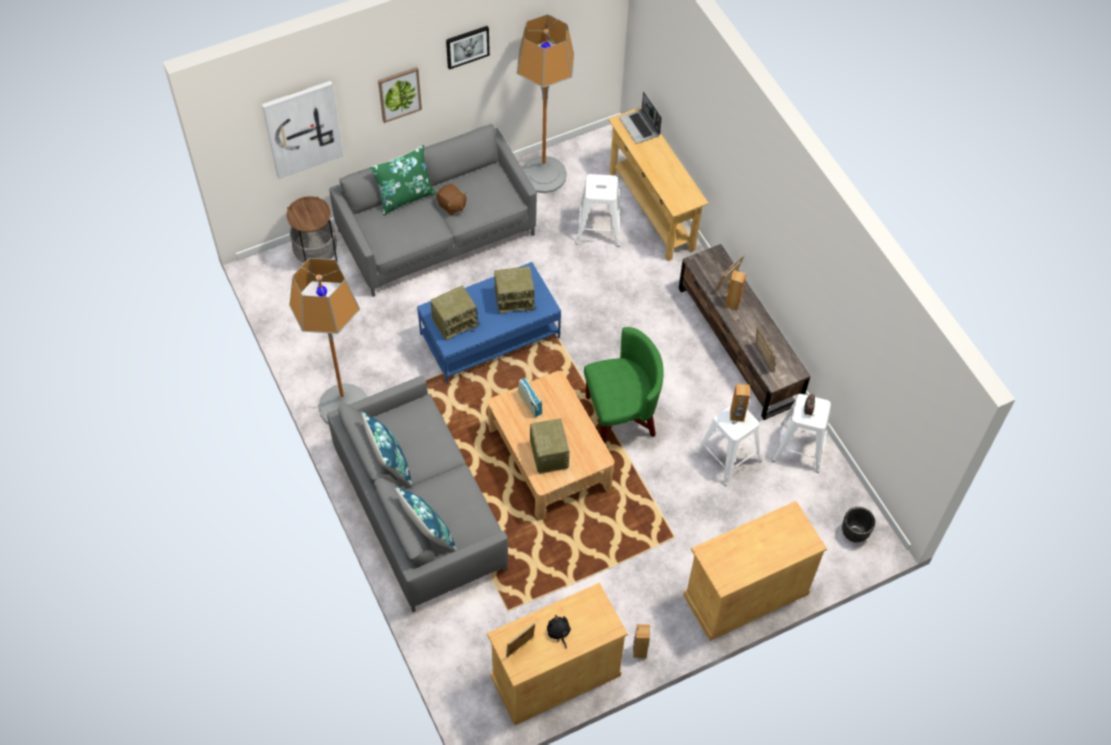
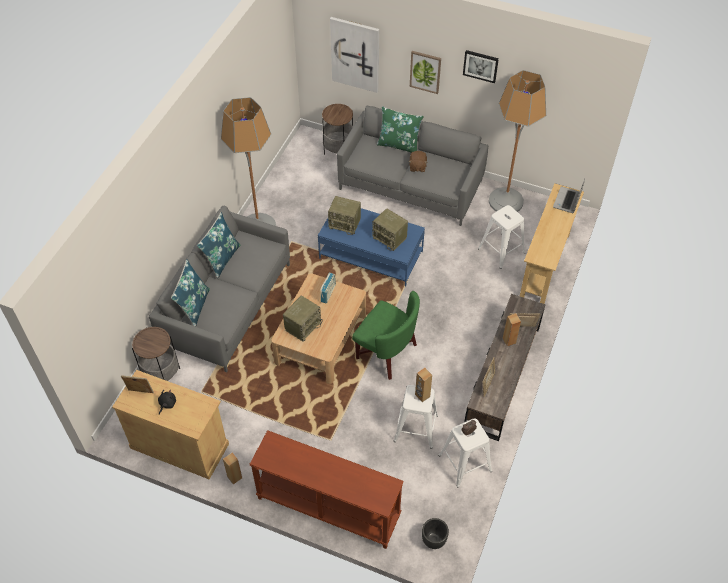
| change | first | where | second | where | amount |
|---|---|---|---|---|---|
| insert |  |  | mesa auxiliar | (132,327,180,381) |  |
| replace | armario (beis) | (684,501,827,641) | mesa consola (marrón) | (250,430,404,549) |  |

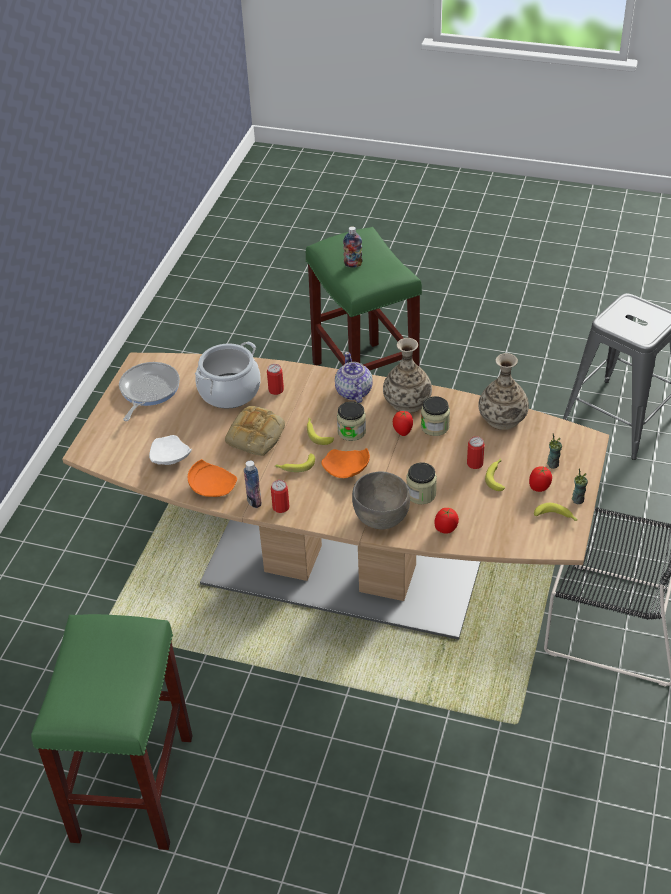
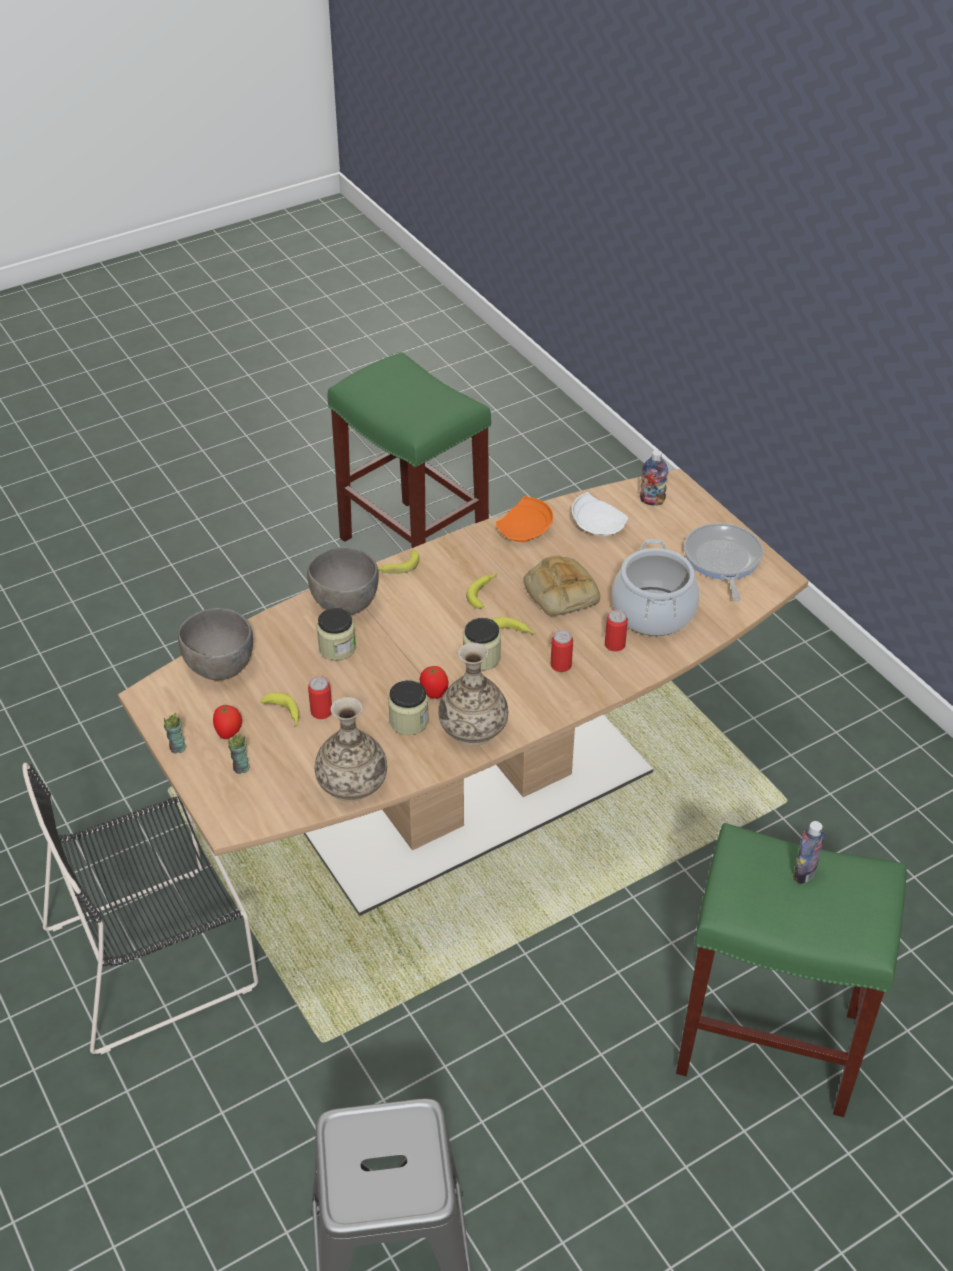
| change | first | where | second | where | amount |
|---|---|---|---|---|---|
| delete | plato (naranja) | (321,448,370,478) |  |  |  |
| delete | tetera | (335,352,373,403) |  |  |  |
| delete | tomate | (434,508,459,534) |  |  |  |
| insert |  |  | cuenco (gris) | (178,608,253,680) |  |
| move | botella | (244,461,262,508) |  | (640,450,668,506) |  |
| move | lata | (271,480,289,513) |  | (551,630,573,672) |  |
| move | plátano | (534,503,578,521) |  | (378,550,419,574) |  |
| rotate | sartén | (119,362,180,421) |  | (684,523,764,601) | 150 degrees counterclockwise |

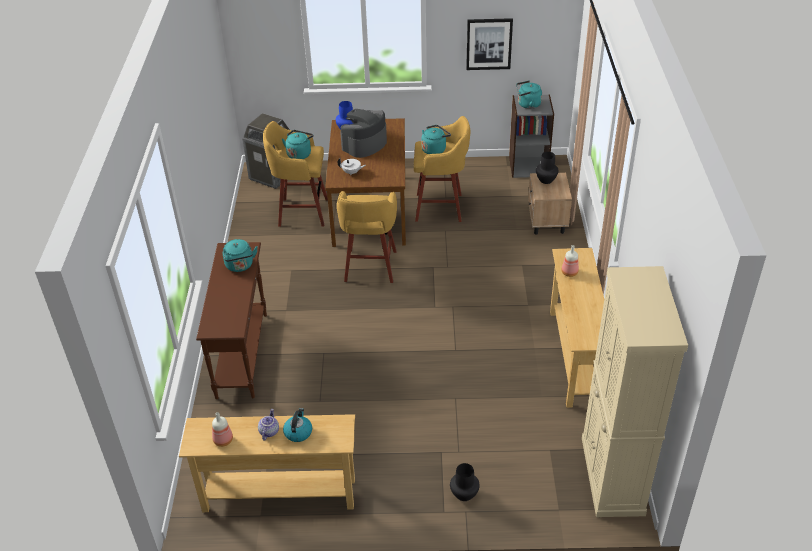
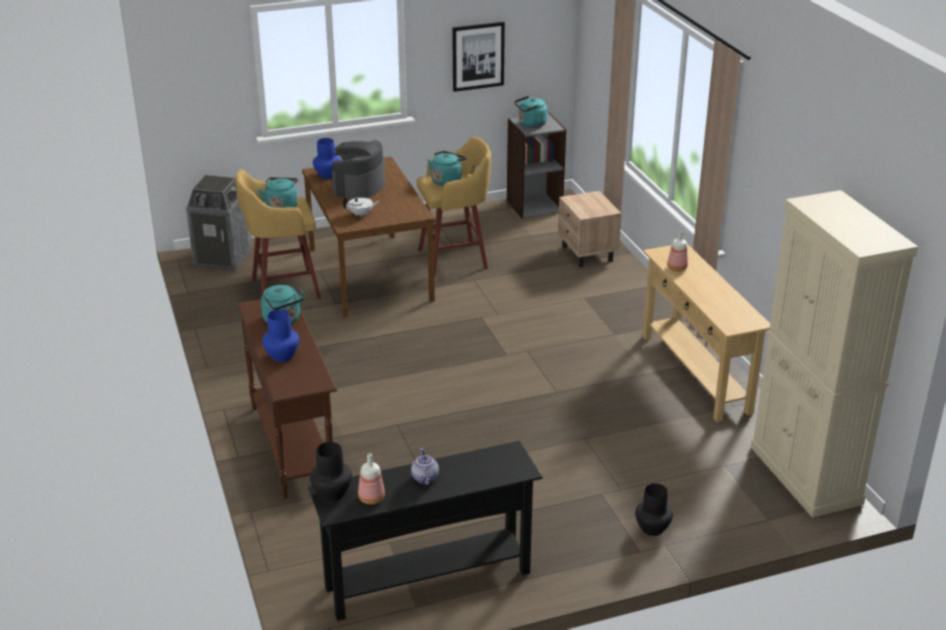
| change | first | where | second | where | amount |
|---|---|---|---|---|---|
| delete | hervidor | (283,408,312,442) |  |  |  |
| delete | taburete (amarillo) | (337,191,397,283) |  |  |  |
| insert |  |  | florero (azul) | (262,309,299,362) |  |
| move | florero (negro) | (536,152,559,184) |  | (310,442,352,501) |  |
| recolor | mesa consola (beis) | (179,414,355,512) | mesa consola (negro) | (308,441,542,621) |  |

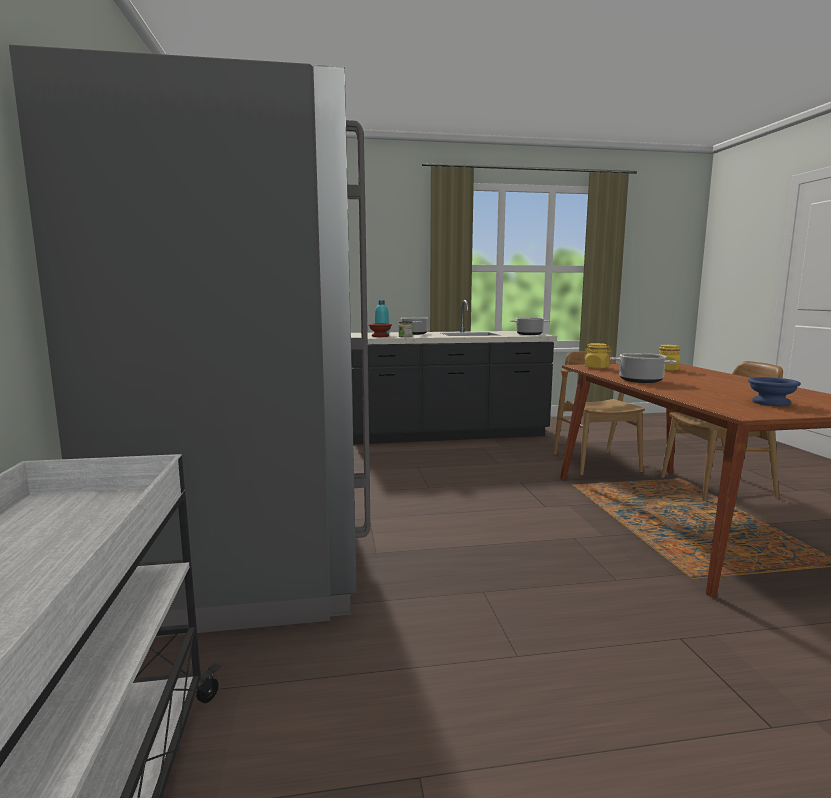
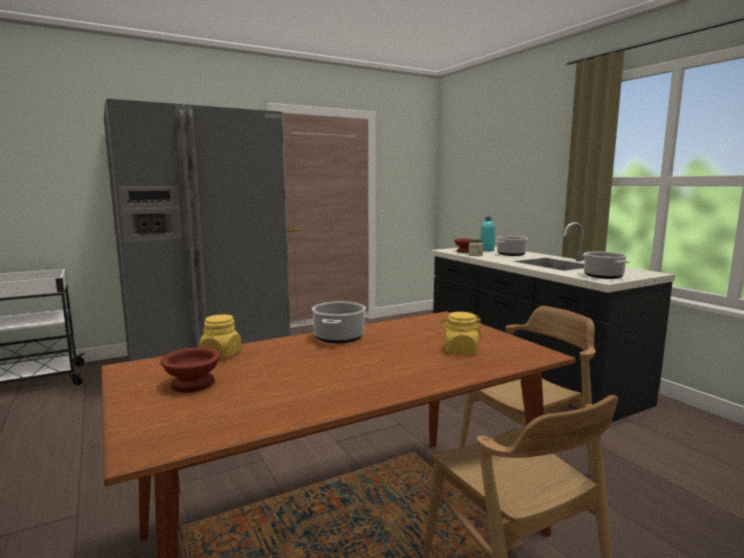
| change | first | where | second | where | amount |
|---|---|---|---|---|---|
| move | tarro (amarillo) | (584,343,612,369) |  | (200,314,242,358) |  |
| recolor | cuenco (azul) | (748,377,801,406) | cuenco (marrón) | (160,347,221,392) |  |

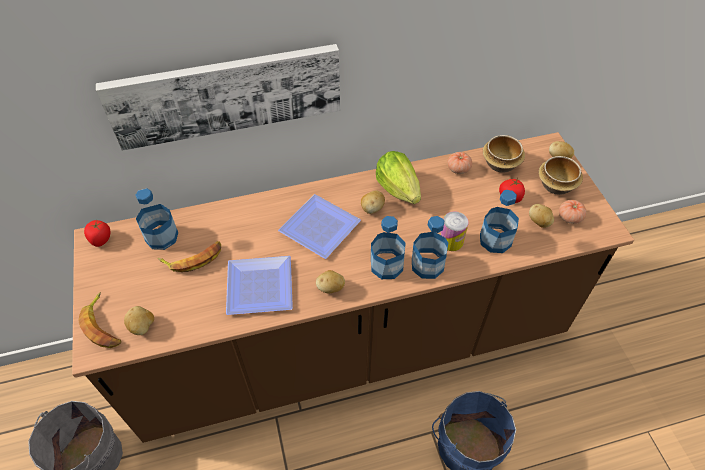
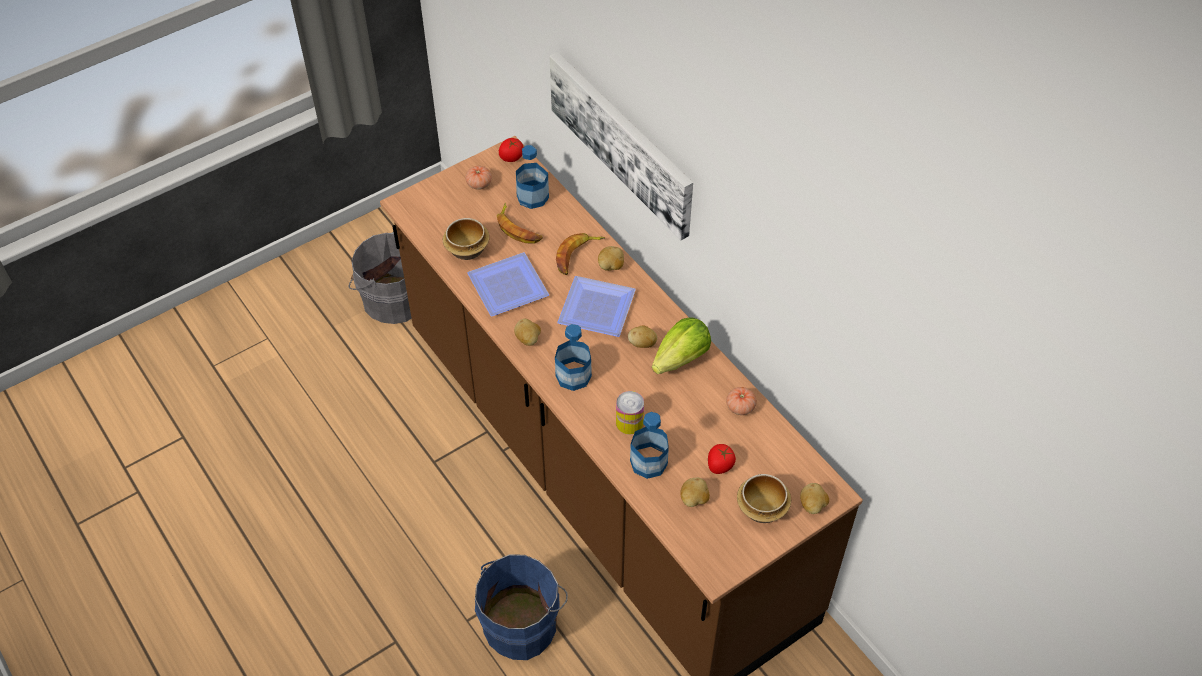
| change | first | where | second | where | amount |
|---|---|---|---|---|---|
| delete | botella | (412,216,448,279) |  |  |  |
| move | plátano | (78,292,121,348) |  | (556,233,605,275) |  |
| move | patata | (124,306,154,335) |  | (598,246,624,271) |  |
| move | cuenco | (483,135,525,173) |  | (443,218,490,260) |  |
| move | tomate | (559,200,587,224) |  | (465,166,492,190) |  |

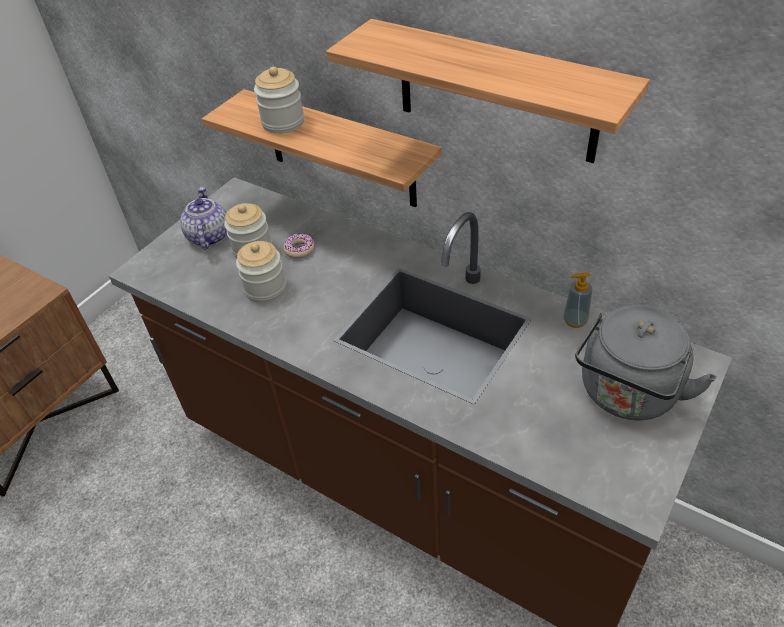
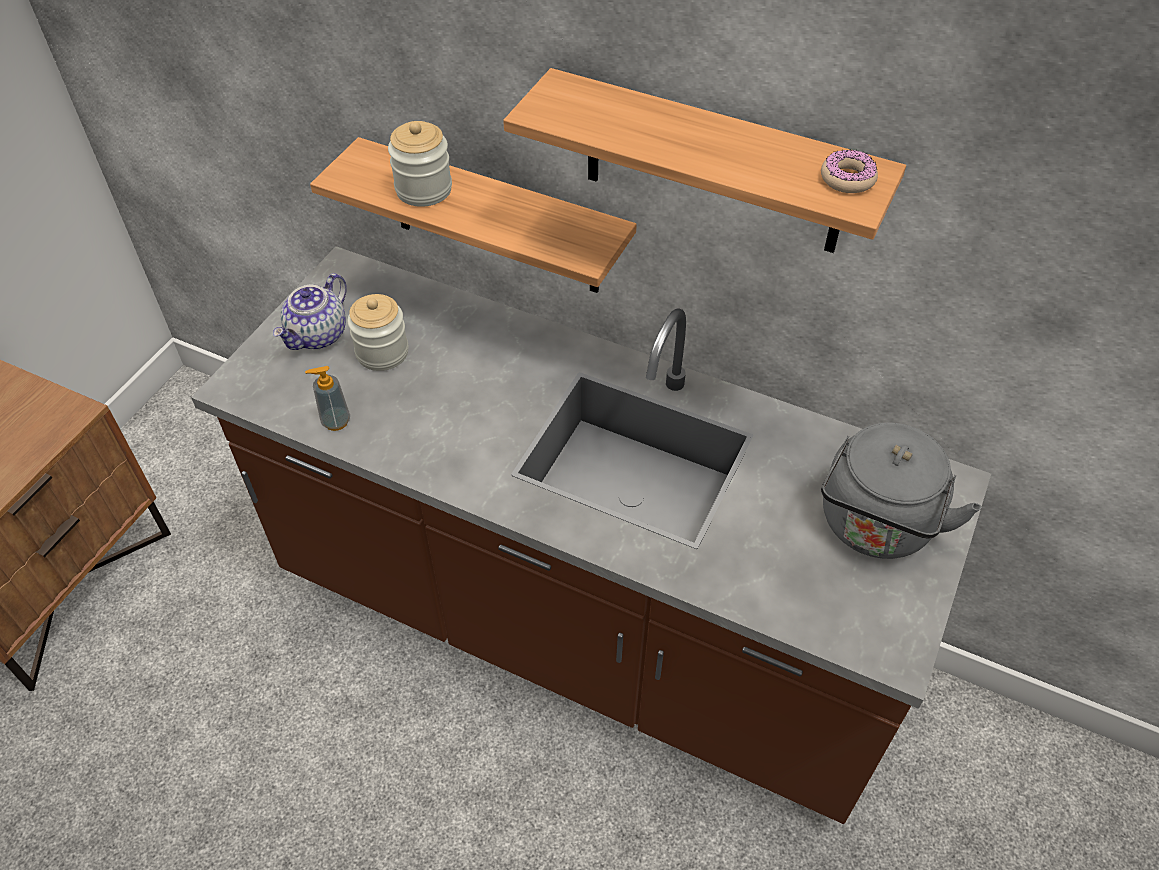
| change | first | where | second | where | amount |
|---|---|---|---|---|---|
| delete | tarro | (236,241,286,303) |  |  |  |
| move | rosquilla | (283,234,315,259) |  | (821,150,878,193) |  |
| move | dispensador de jabón | (563,272,592,328) |  | (305,366,350,431) |  |
| rotate | tetera | (180,187,227,250) |  | (273,273,347,350) | 135 degrees counterclockwise |

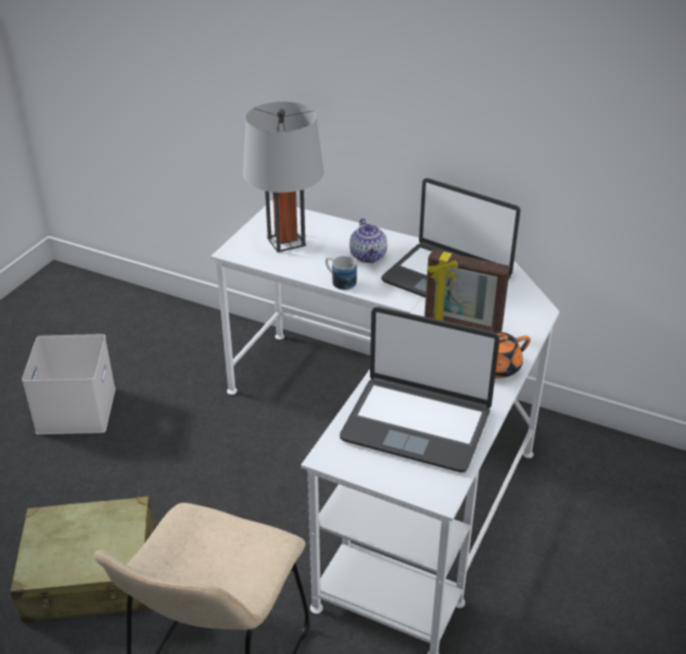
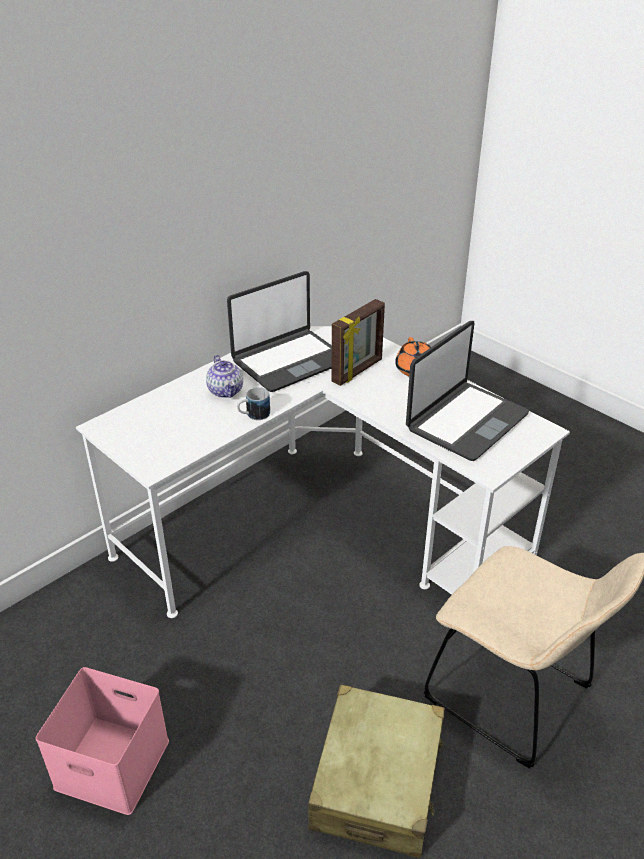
| change | first | where | second | where | amount |
|---|---|---|---|---|---|
| delete | lámpara de mesa (gris) | (243,102,324,253) |  |  |  |
| recolor | caja de almacenaje (blanco) | (22,334,116,435) | caja de almacenaje (rosa) | (36,667,169,815) |  |
| rotate | tetera | (349,218,387,263) |  | (206,355,243,398) | 60 degrees clockwise |

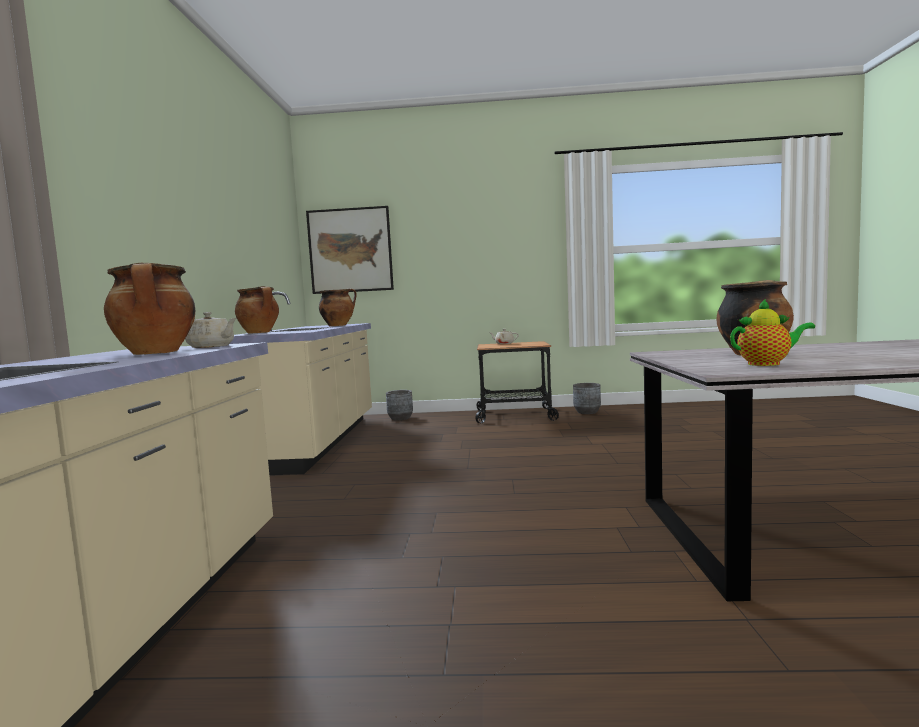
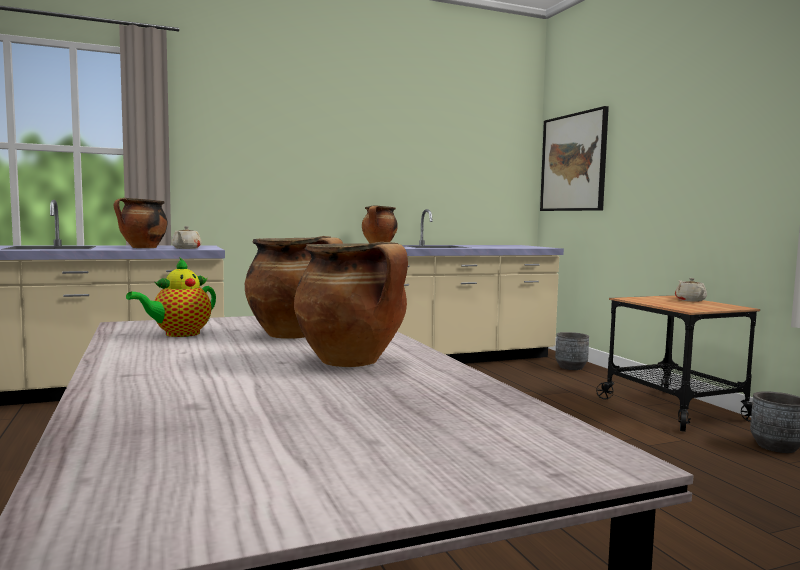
| change | first | where | second | where | amount |
|---|---|---|---|---|---|
| move | olla | (319,288,357,327) |  | (294,242,408,367) |  |
| rotate | tetera | (730,299,815,366) |  | (126,257,216,337) | 60 degrees clockwise |

